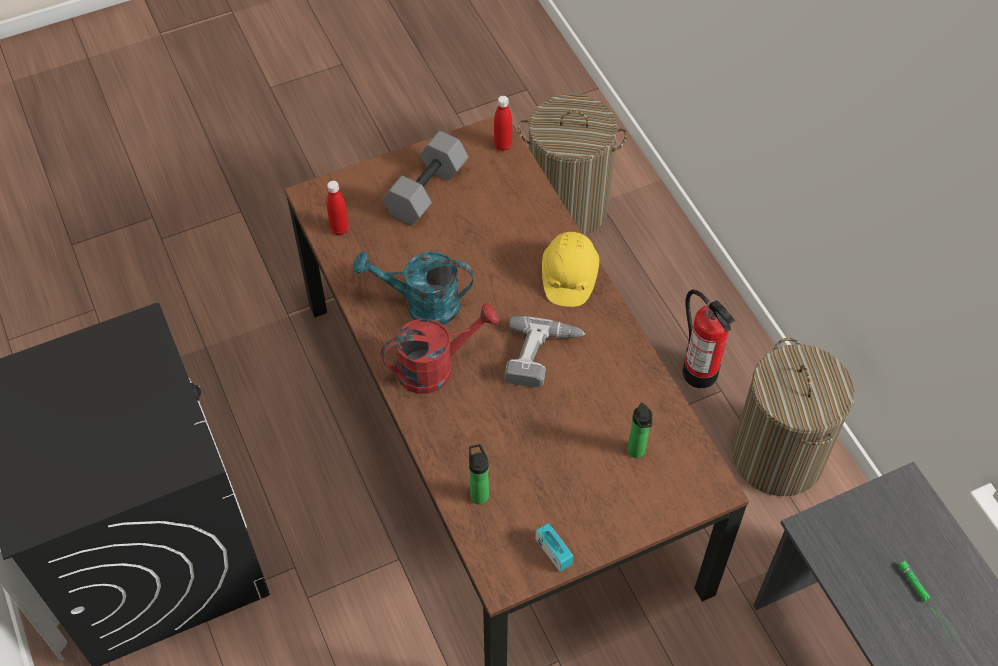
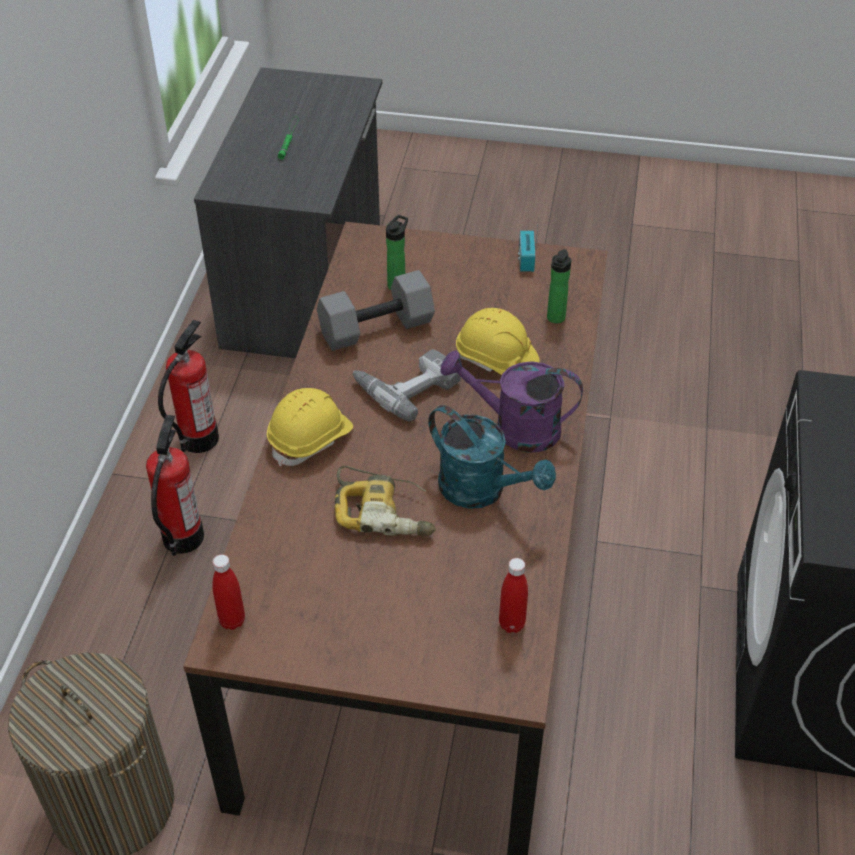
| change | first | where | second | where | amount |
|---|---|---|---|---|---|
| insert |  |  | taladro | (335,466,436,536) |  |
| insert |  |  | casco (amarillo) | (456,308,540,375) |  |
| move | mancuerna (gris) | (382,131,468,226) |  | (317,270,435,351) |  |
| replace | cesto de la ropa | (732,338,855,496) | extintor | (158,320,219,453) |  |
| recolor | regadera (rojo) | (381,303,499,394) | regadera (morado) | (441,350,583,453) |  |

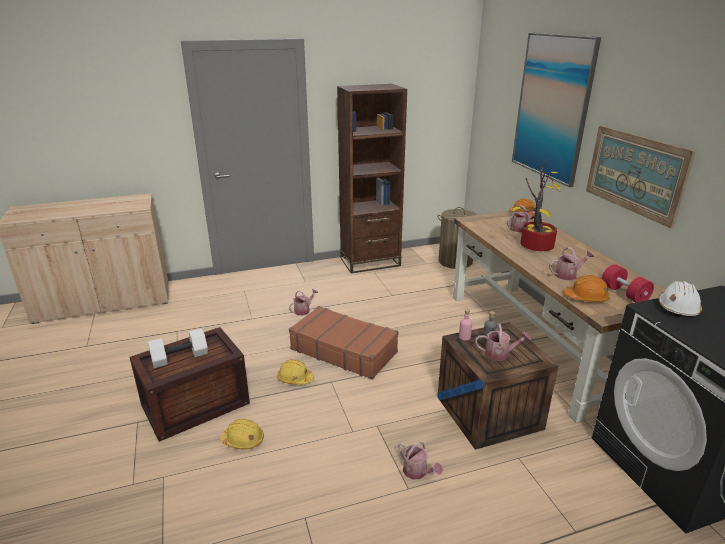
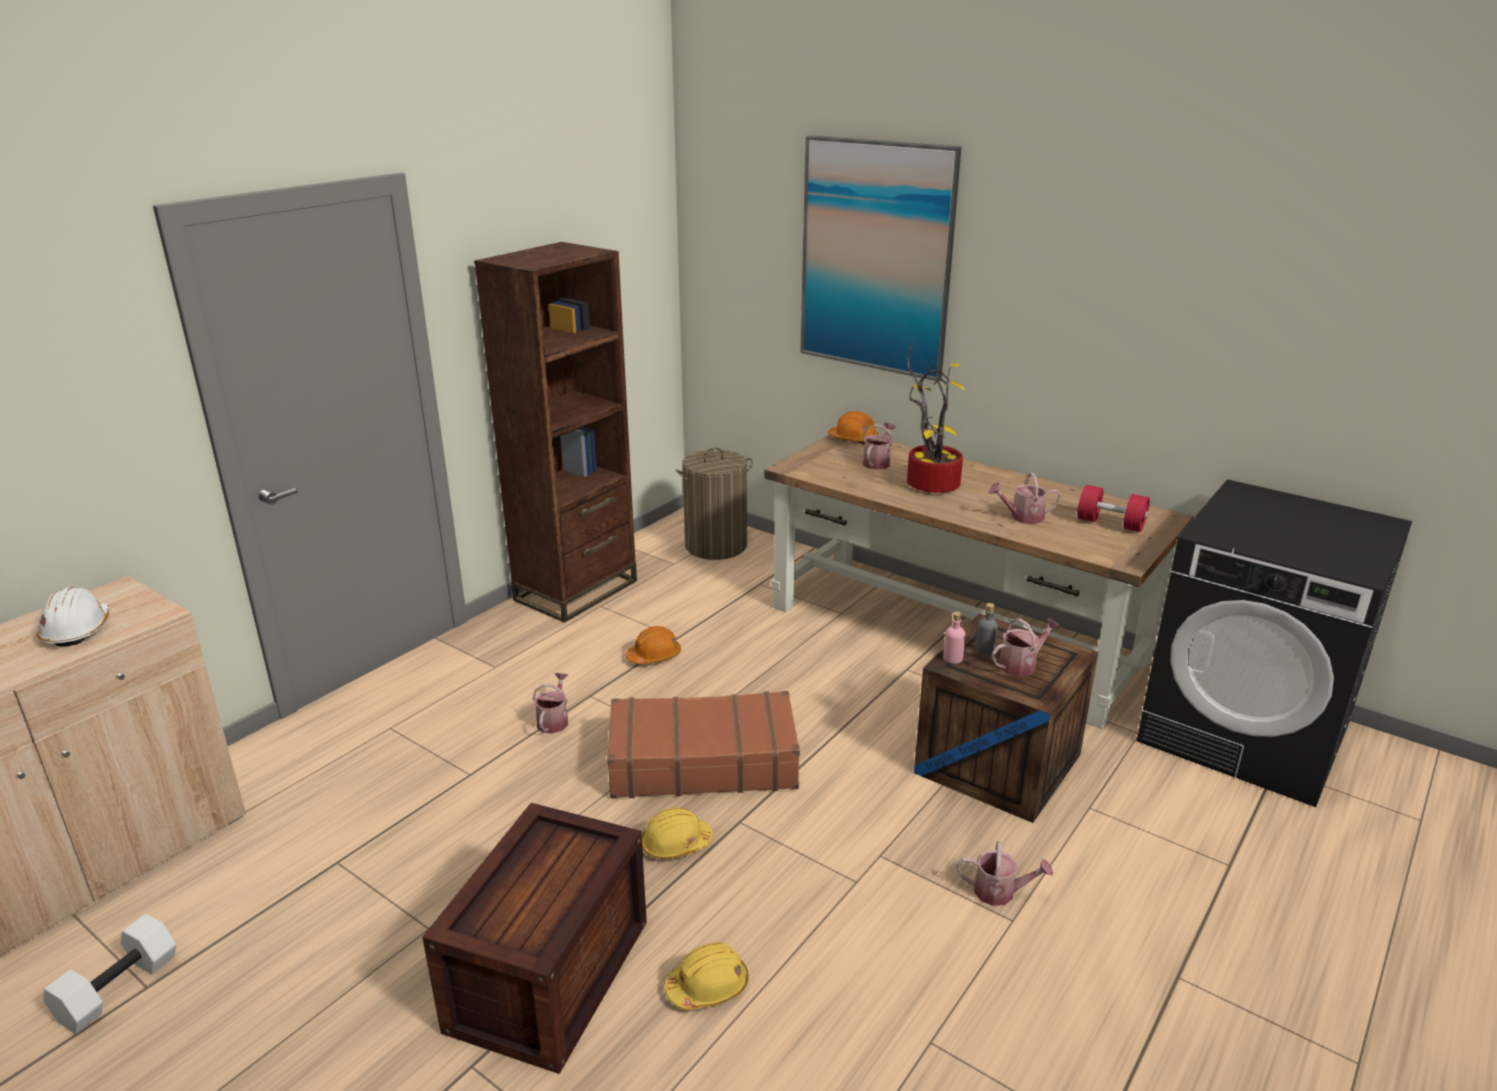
| change | first | where | second | where | amount |
|---|---|---|---|---|---|
| delete | cuadro | (586,126,696,228) |  |  |  |
| move | mancuerna (blanco) | (148,328,208,368) |  | (44,914,177,1034) |  |
| move | casco (naranja) | (564,275,610,302) |  | (626,626,681,664) |  |
| move | casco (blanco) | (659,281,702,318) |  | (37,587,109,646) |  |
| rotate | regadera | (549,247,594,280) |  | (988,473,1061,524) | 135 degrees counterclockwise |

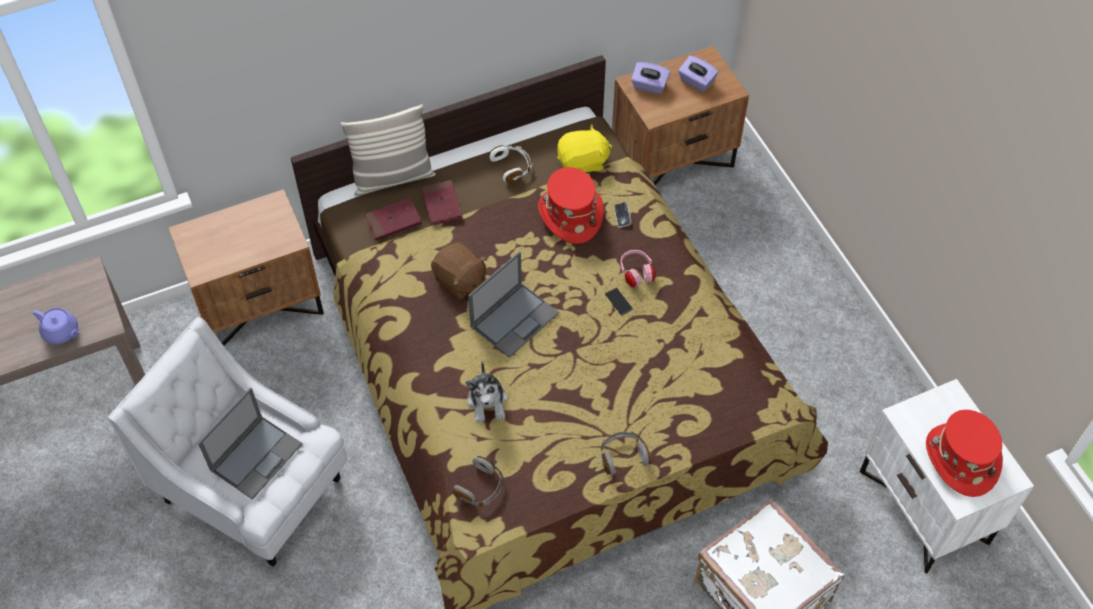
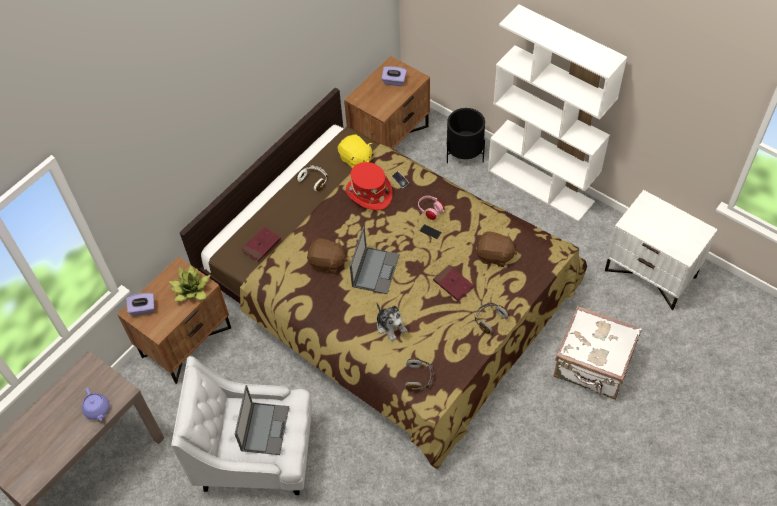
| change | first | where | second | where | amount |
|---|---|---|---|---|---|
| delete | cojín | (341,104,436,197) |  |  |  |
| delete | sombrero (rojo) | (926,410,1003,497) |  |  |  |
| insert |  |  | planta en maceta | (168,265,210,301) |  |
| insert |  |  | maceta (negro) | (447,108,485,163) |  |
| insert |  |  | peluche (marrón) | (476,231,517,267) |  |
| insert |  |  | estantería (blanco) | (488,5,627,222) |  |
| move | libro (rojo) | (421,180,463,225) |  | (433,265,474,301) |  |
| move | caja de pañuelos (morado) | (631,62,670,94) |  | (126,293,155,316) |  |
| rotate | tetera (morado) | (33,308,80,344) |  | (82,388,110,421) | 60 degrees clockwise |
| rotate | peluche (amarillo) | (557,125,612,172) |  | (338,134,372,168) | 90 degrees clockwise |

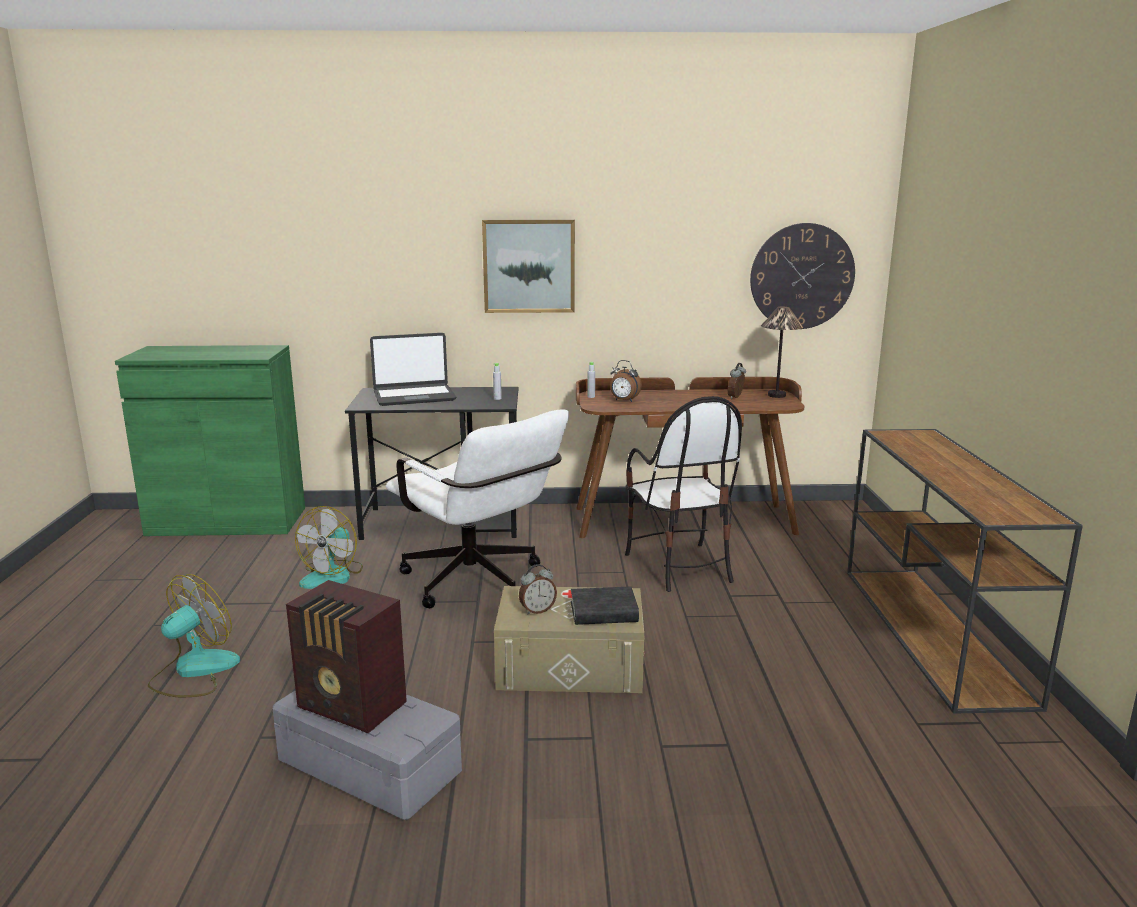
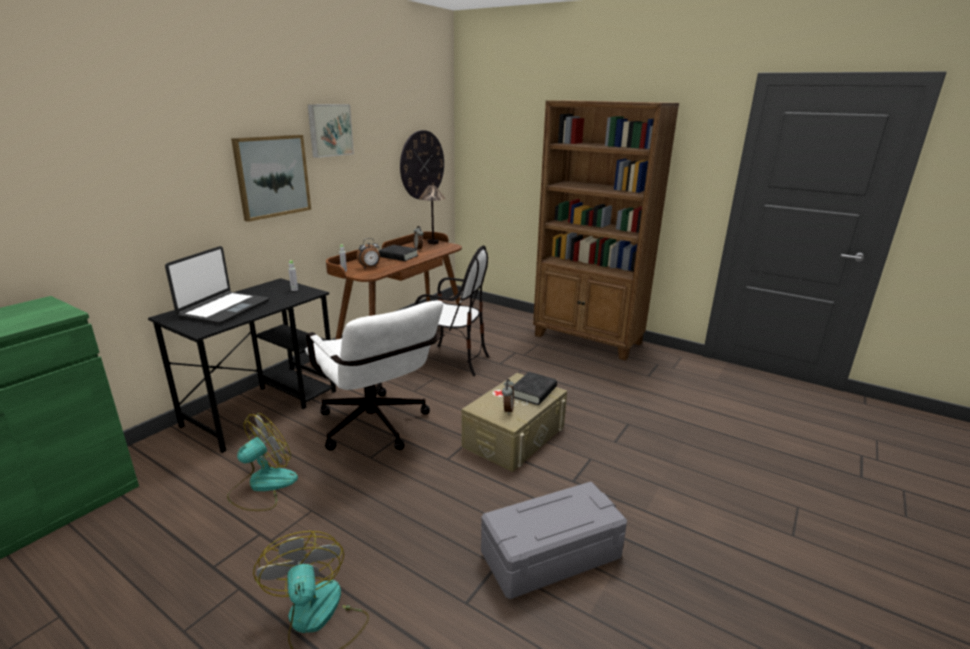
| change | first | where | second | where | amount |
|---|---|---|---|---|---|
| delete | radio | (286,580,407,733) |  |  |  |
| insert |  |  | cuadro | (307,104,354,158) |  |
| insert |  |  | libro (negro) | (379,245,418,261) |  |
| replace | mesa consola (marrón) | (847,429,1083,714) | estantería (marrón) | (533,100,679,360) |  |
| rotate | ventilador | (295,506,363,589) |  | (227,413,298,511) | 105 degrees counterclockwise |
| rotate | silla de oficina (blanco) | (386,410,569,608) |  | (305,300,443,450) | 60 degrees clockwise |

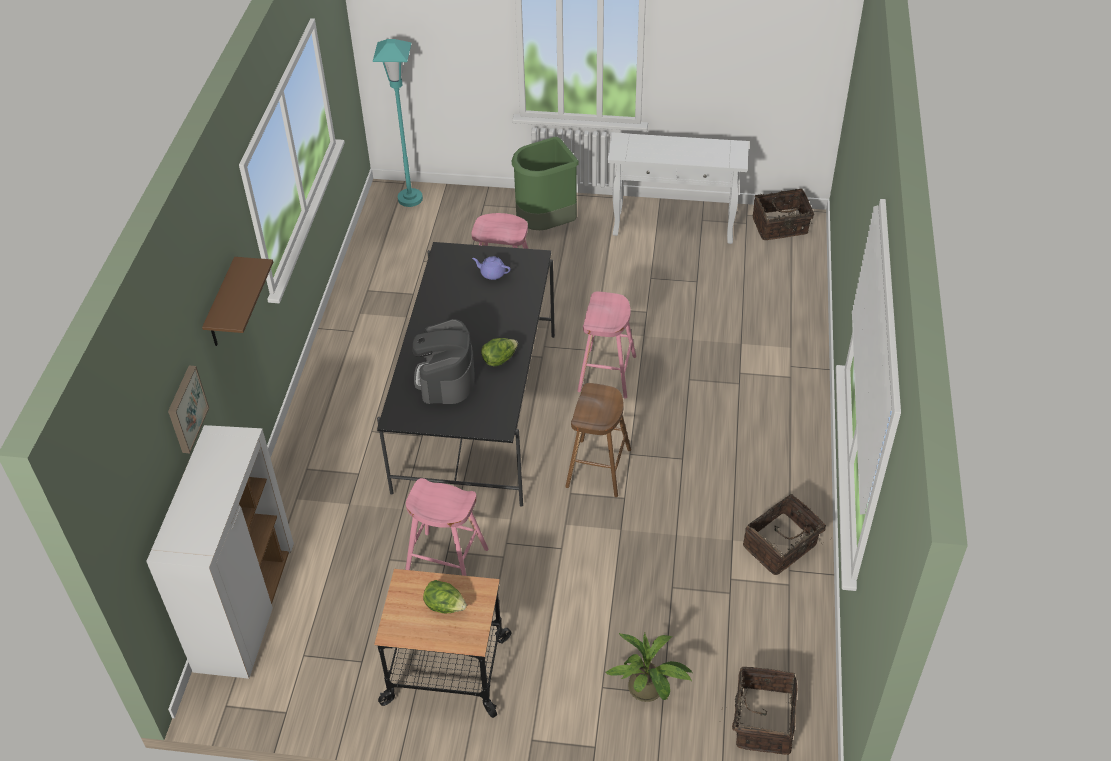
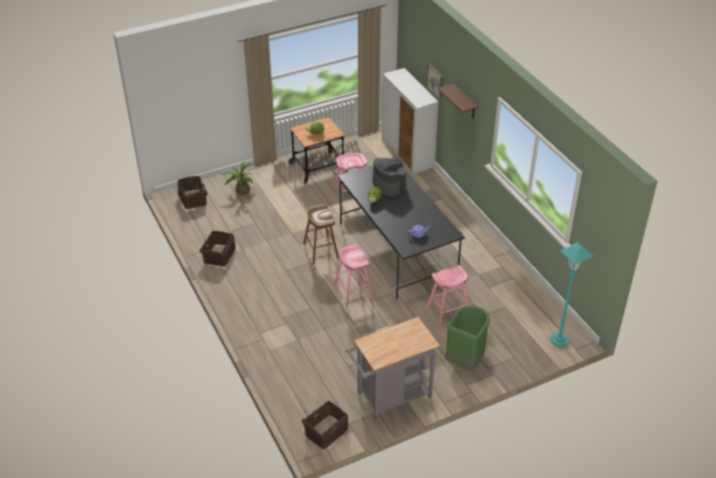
| change | first | where | second | where | amount |
|---|---|---|---|---|---|
| replace | mesa consola (blanco) | (607,132,749,244) | carrito (gris) | (345,317,439,420) |  |

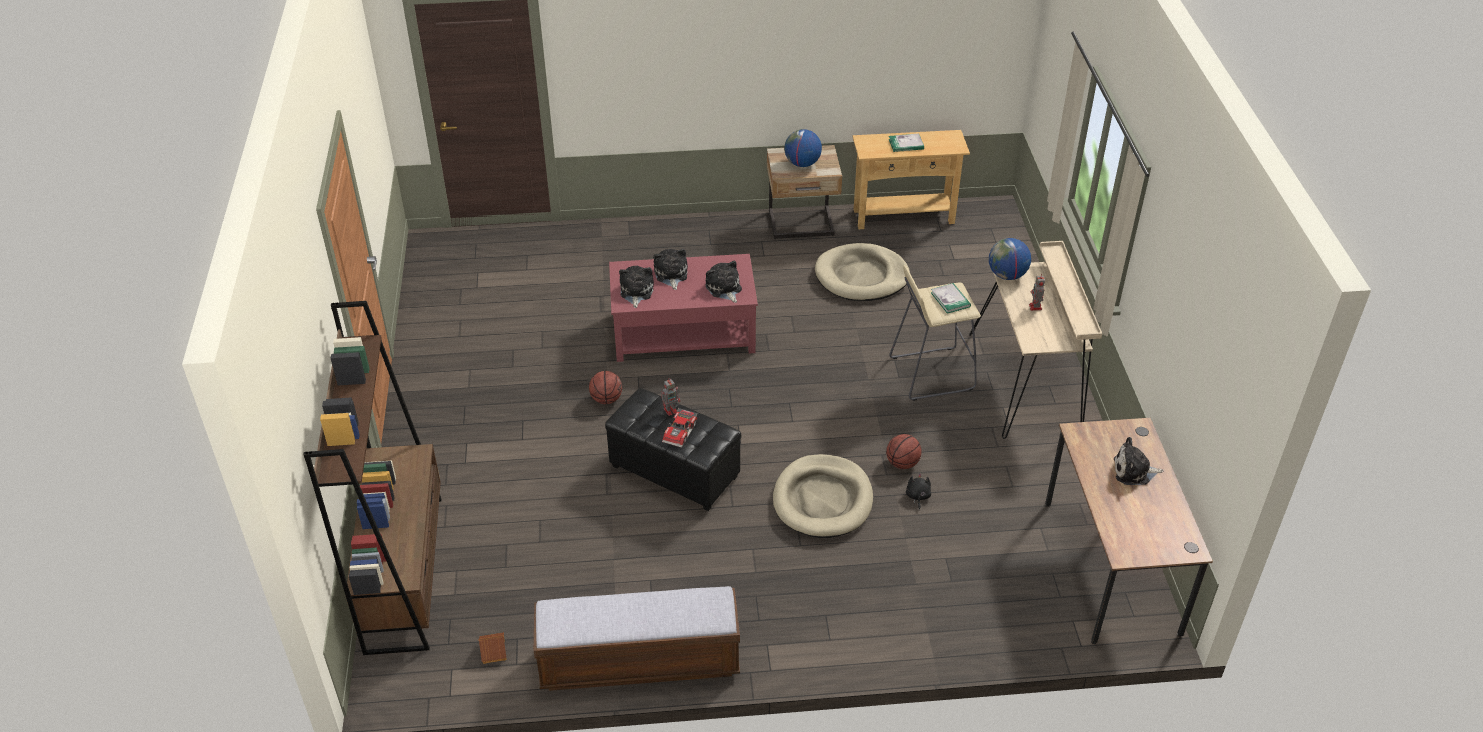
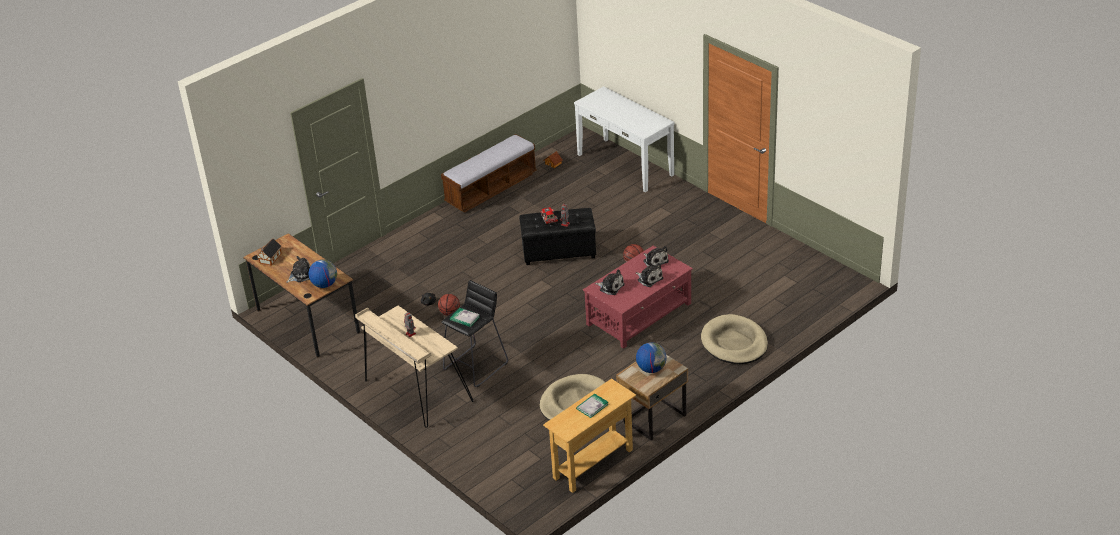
| change | first | where | second | where | amount |
|---|---|---|---|---|---|
| insert |  |  | casita | (257,239,282,266) |  |
| move | cama para perro (beis) | (773,454,873,538) |  | (701,314,768,364) |  |
| move | globo terráqueo | (989,238,1031,280) |  | (308,260,337,288) |  |
| replace | estantería (marrón) | (303,301,442,655) | mesa consola (blanco) | (574,86,675,192) |  |
| recolor | taburete (beis) | (889,265,981,401) | taburete (negro) | (441,280,508,387) |  |

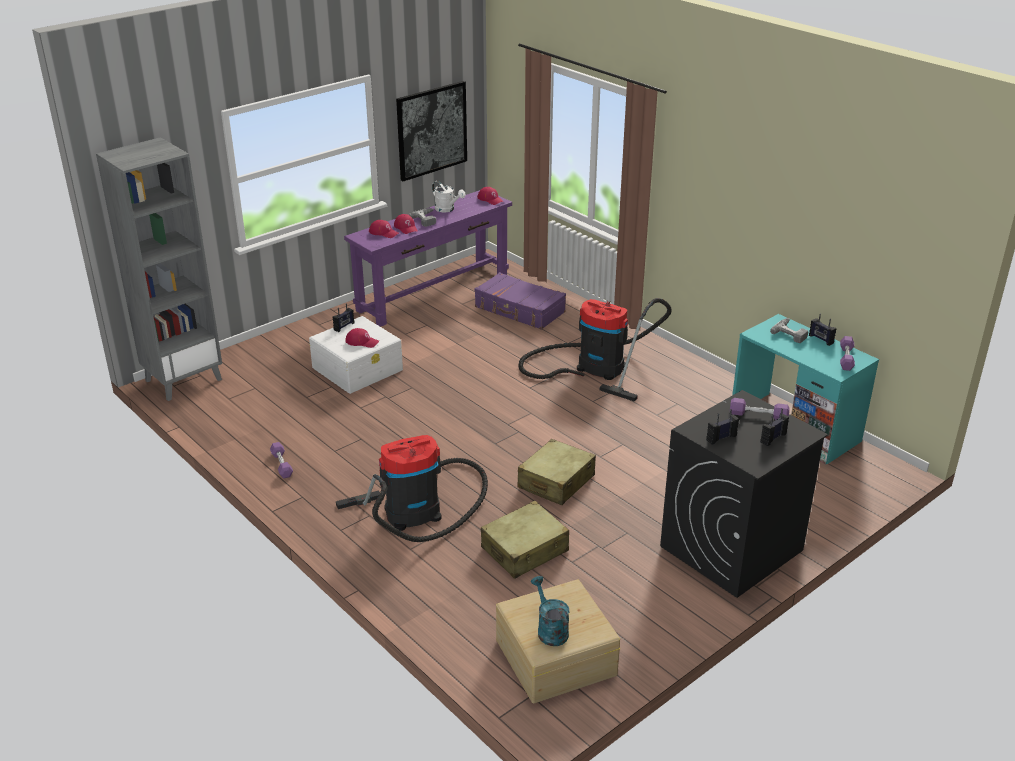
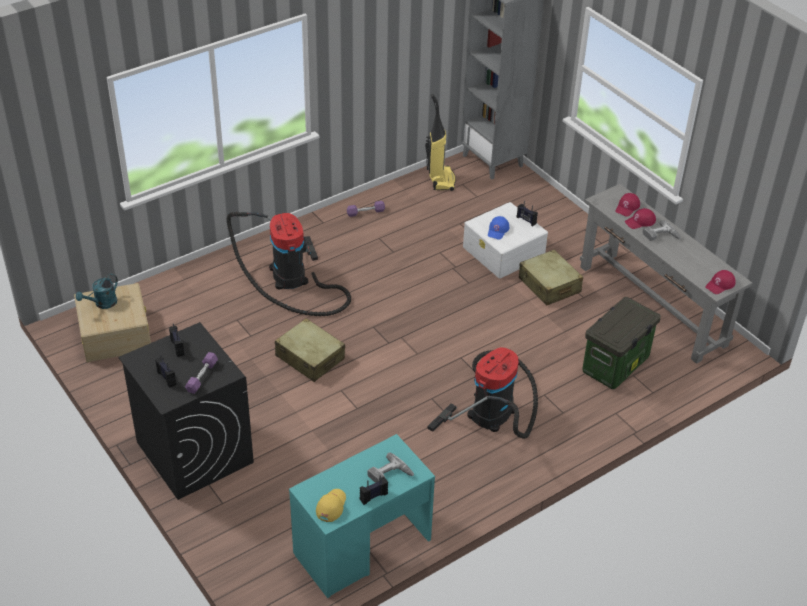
| change | first | where | second | where | amount |
|---|---|---|---|---|---|
| delete | cuadro | (396,81,467,181) |  |  |  |
| delete | regadera (blanco) | (432,181,465,212) |  |  |  |
| insert |  |  | aspiradora | (425,94,456,191) |  |
| move | maleta (beis) | (481,501,569,579) |  | (519,250,583,306) |  |
| replace | maleta (morado) | (475,272,566,330) | caja de almacenaje | (582,297,661,389) |  |
| replace | mancuerna (morado) | (840,336,855,371) | gorra (amarillo) | (316,489,346,522) |  |
| recolor | mesa consola (morado) | (344,190,512,327) | mesa consola (gris) | (580,184,752,364) |  |
| recolor | gorra (rojo) | (345,328,379,348) | gorra (azul) | (488,216,509,240) |  |
| rotate | regadera (turquesa) | (531,576,569,646) |  | (76,274,118,309) | 150 degrees clockwise |

